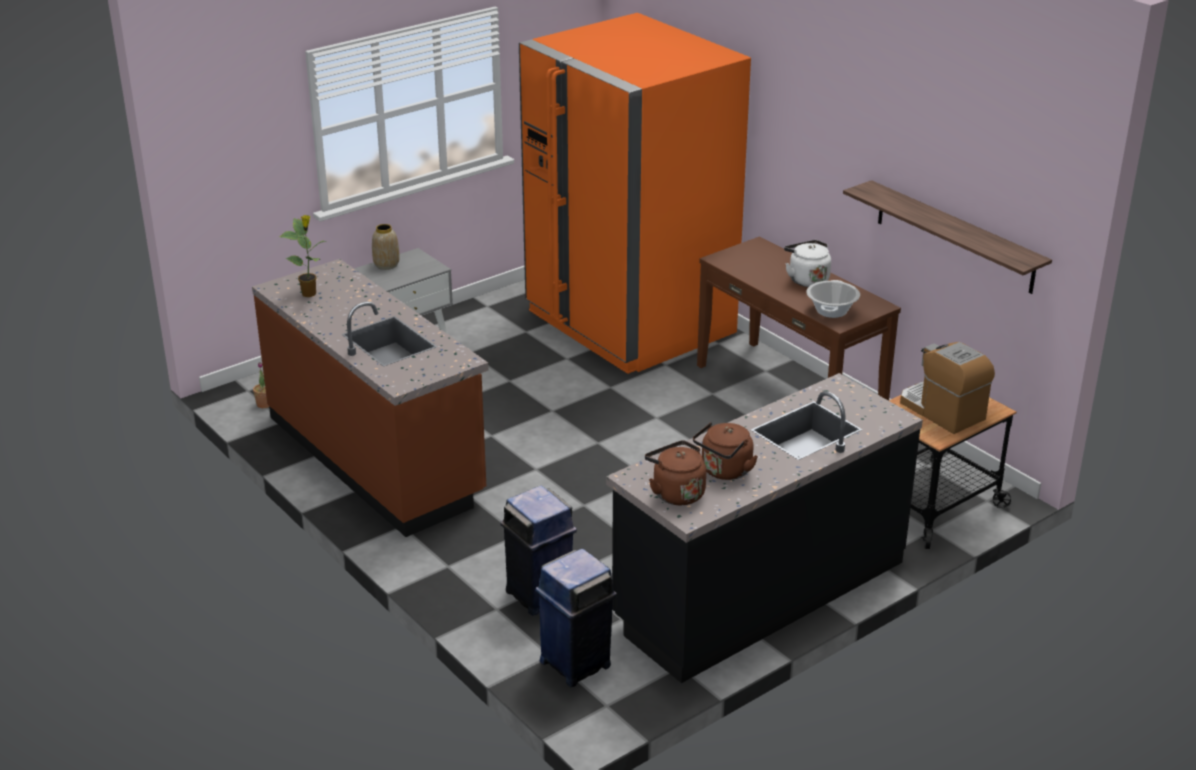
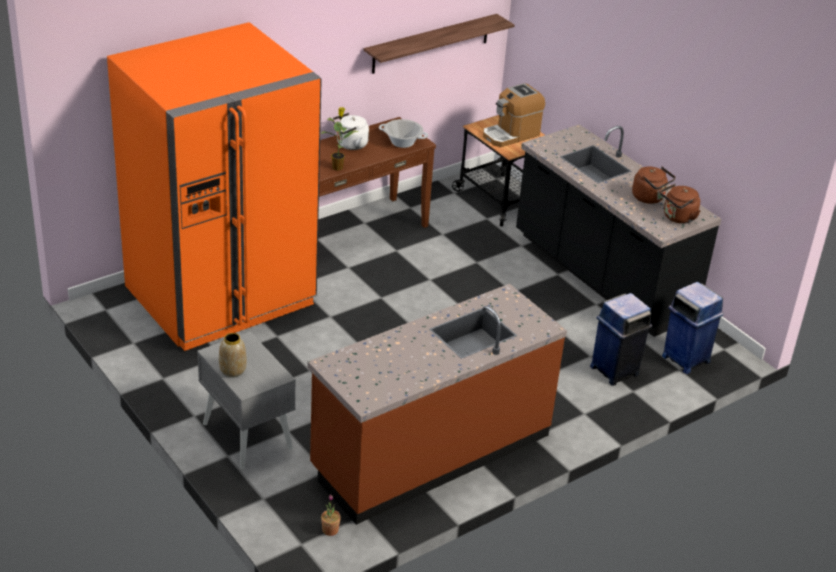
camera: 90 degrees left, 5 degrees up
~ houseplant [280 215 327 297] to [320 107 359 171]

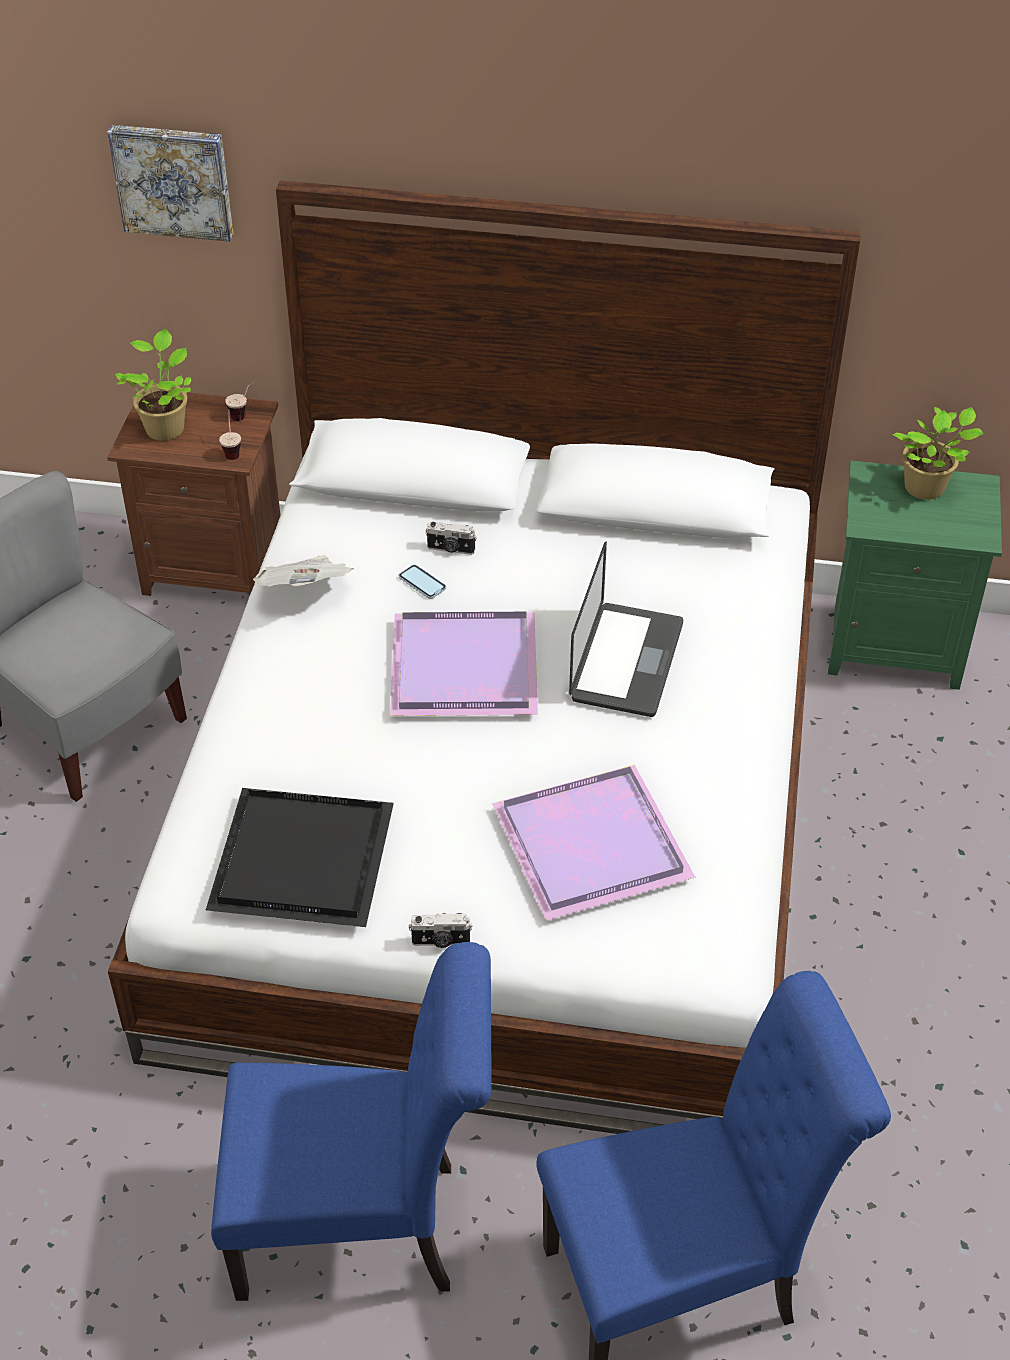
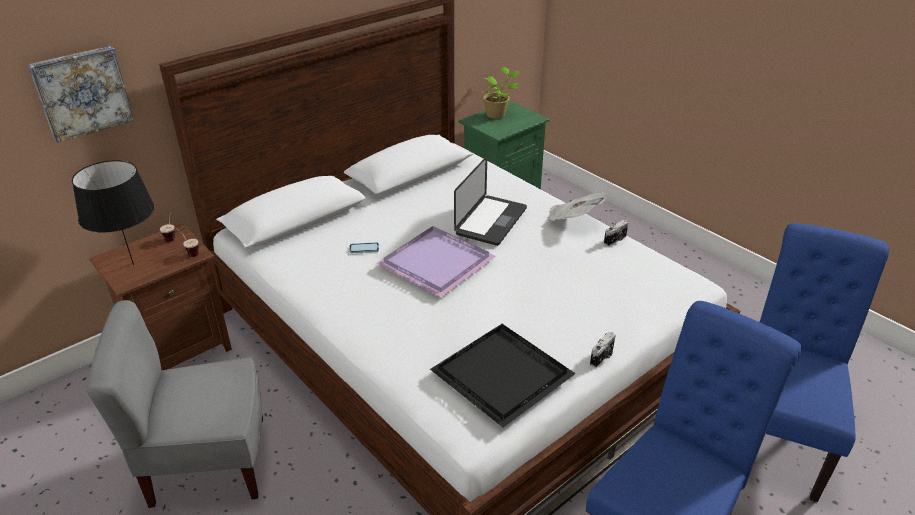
camera: 50 degrees left, 10 degrees down
~ houseplant [115 329 191 441] to blackish tabletop lamp [72 160 154 265]
~ photo camera [425 522 477 555] to [604 220 628 246]
~ portable computer [569 541 683 717] = [454 156 527 246] 60 degrees clockwise
~ printed paper [253 556 353 587] to [546 193 605 221]
- purplish tray [492 765 696 921]

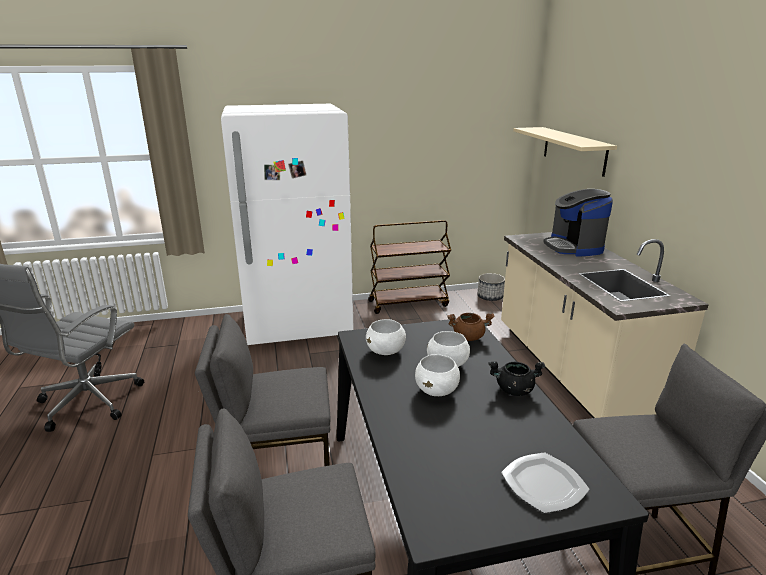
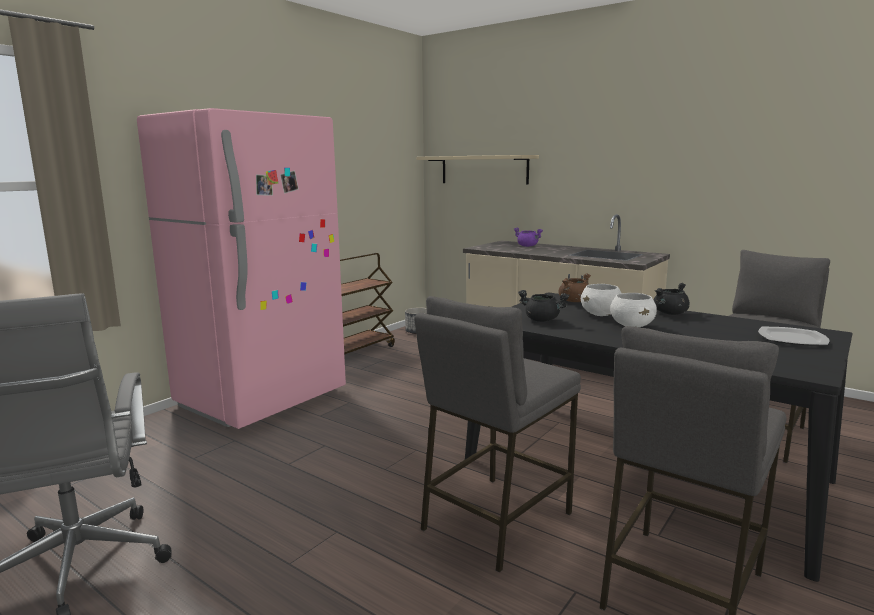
camera: 40 degrees left, 10 degrees down
~ white-coloured kitchen fridge [221 104 354 345] to pink kitchen fridge [137 108 346 429]
~ coffee machine [543 189 613 257] to purplish stockpot [514 228 543 247]
~ white-coloured deep dish [366 319 406 355] to blackish stockpot [518 290 569 322]

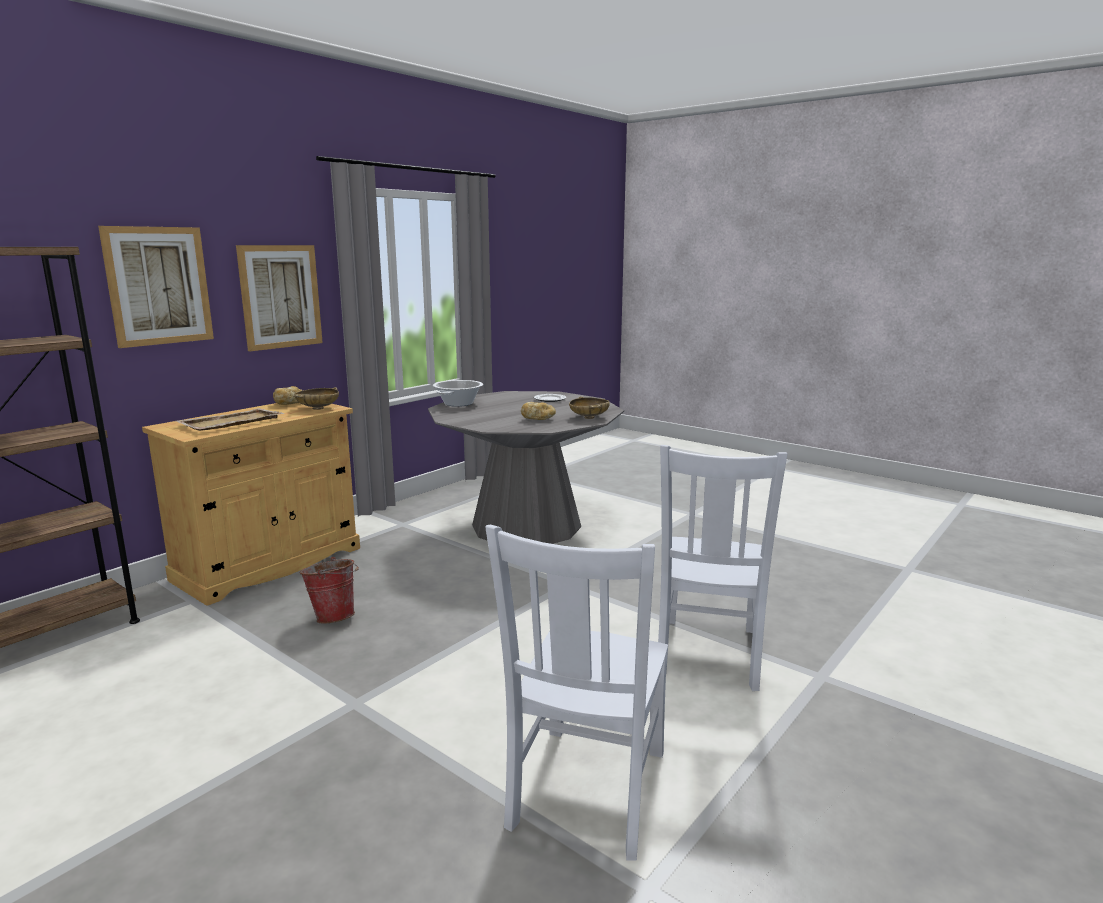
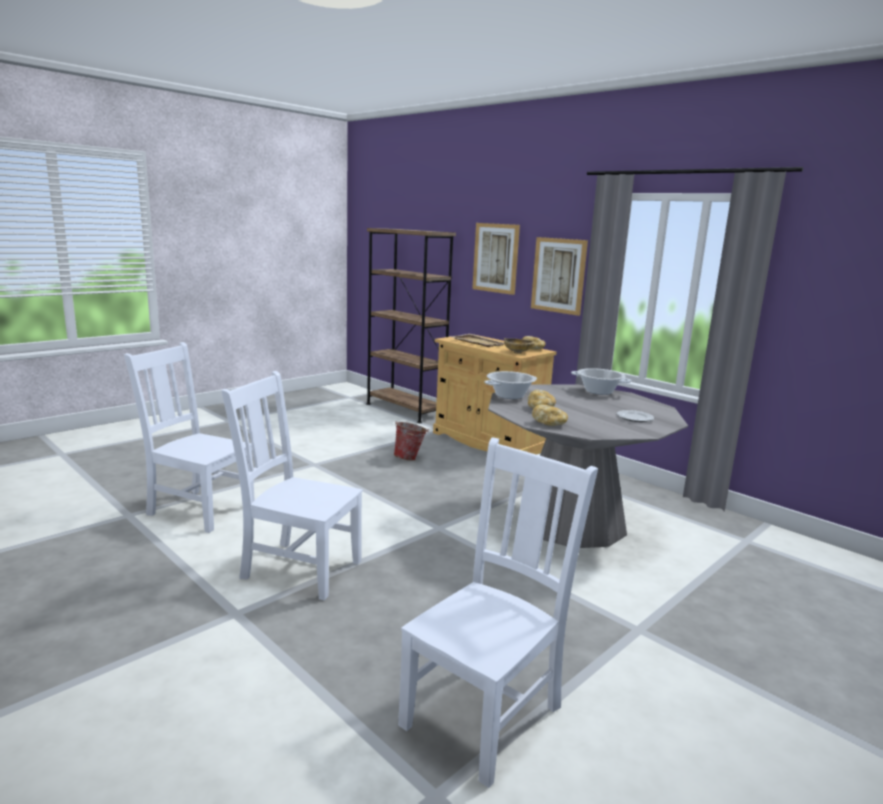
camera: 95 degrees right, 0 degrees up
~ sand-coloured deep dish [569 396 610 419] to bread [532 404 568 426]
+ stockpot [484 371 537 399]
+ white-coloured chair [398 437 598 788]

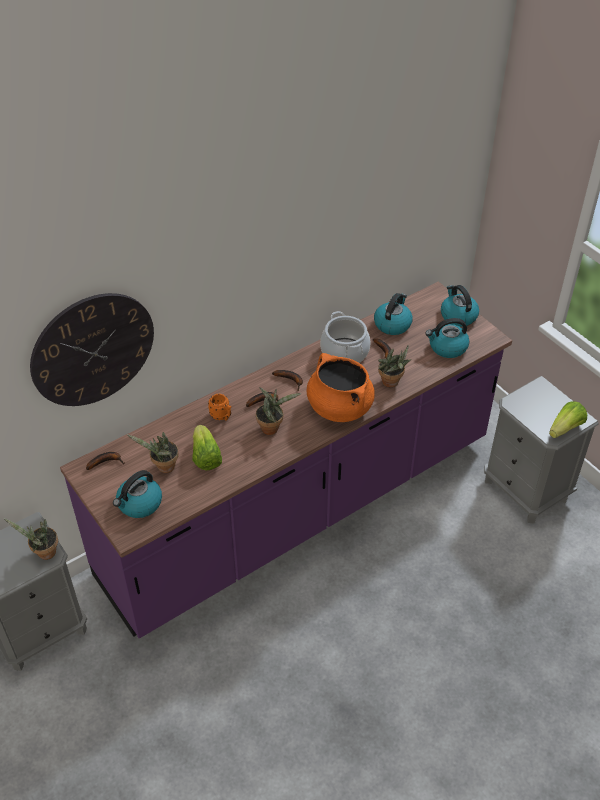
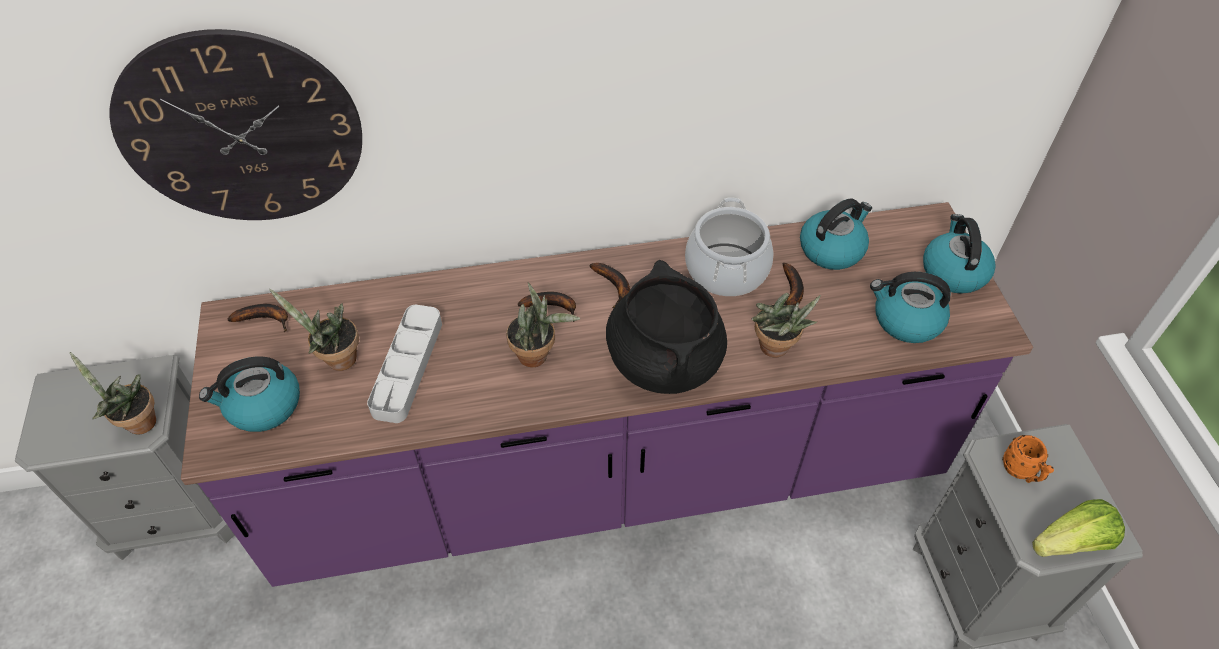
camera: 25 degrees right, 5 degrees up
~ orange-coloured stockpot [307 353 375 422] to blackish stockpot [606 260 727 394]
~ orange-coloured tea mug [208 394 231 421] to [1002 435 1054 483]
~ lettuce [192 425 222 470] to grey tray [367 304 442 423]

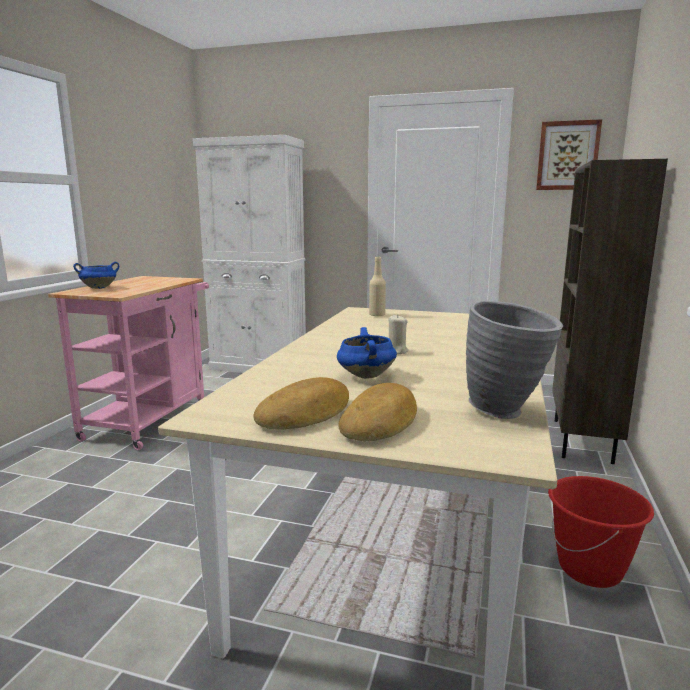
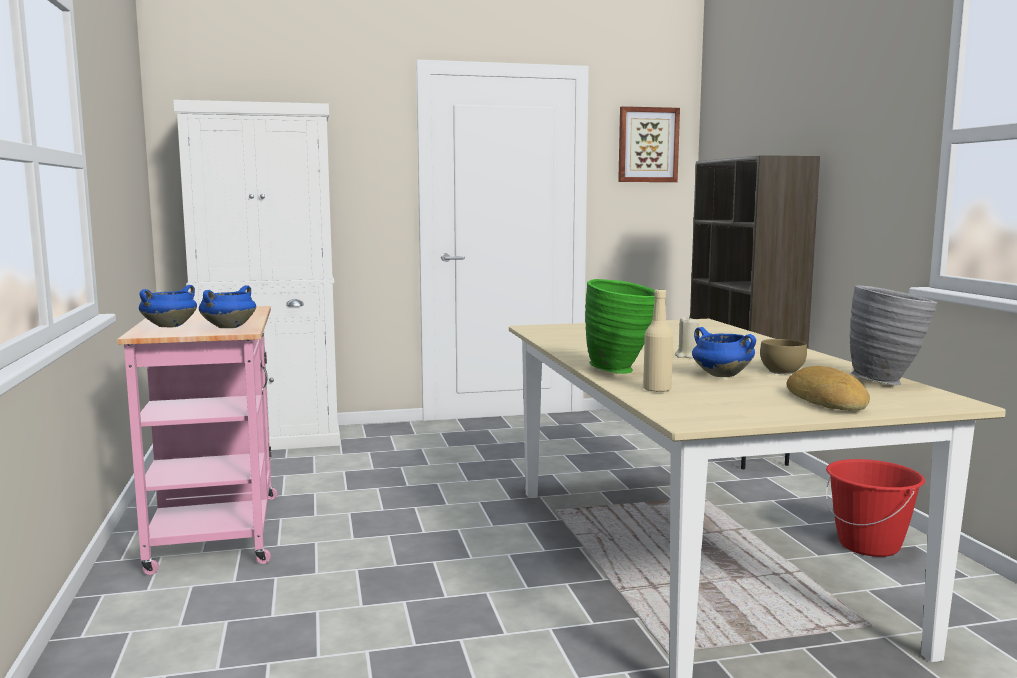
camera: 30 degrees left, 5 degrees down
~ sand-coloured beverage bottle [369 257 386 316] to [643 289 673 393]
- bread [253 377 349 430]
+ green flower vase [585 279 655 374]
+ bluish stockpot [199 285 256 328]
+ brown-coloured deep dish [760 339 807 374]

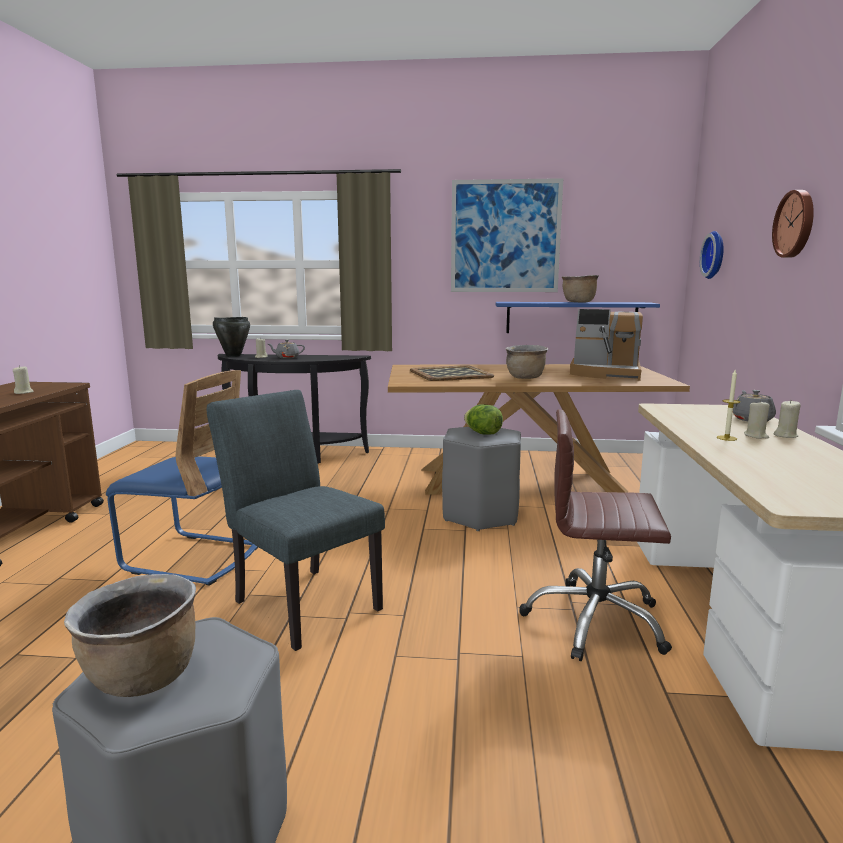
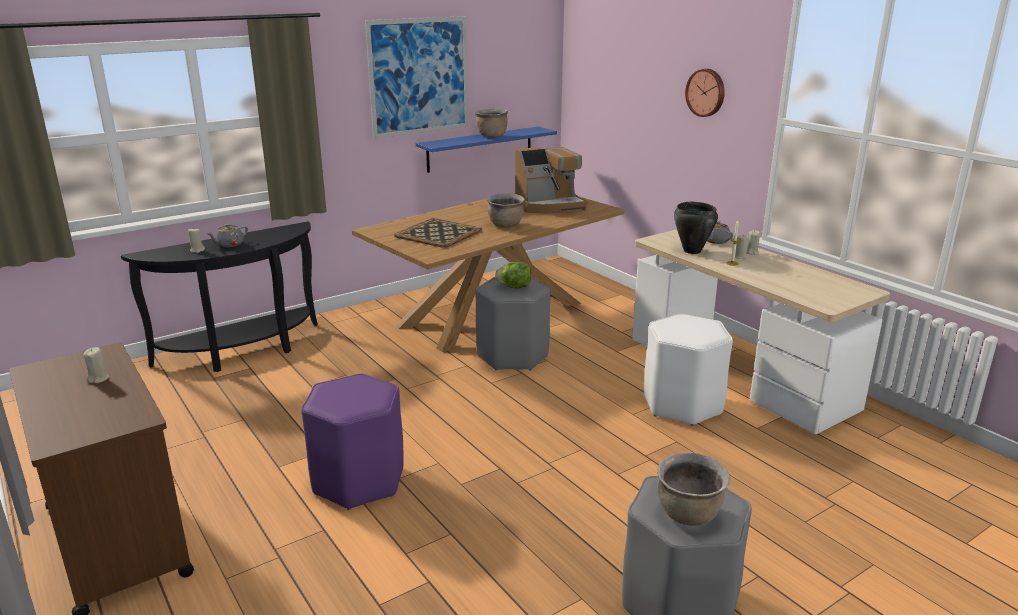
camera: 40 degrees left, 10 degrees up
- wall clock [700 231 724 279]
~ blackish stockpot [213 317 250 357] to [674 201 718 254]
~ bluish chair [106 370 258 586] to purplish sitting stool [301 374 404 510]
- grey chair [207 390 385 651]
~ brown-coloured desk chair [519 409 672 661] to white-coloured sitting stool [644 314 733 426]

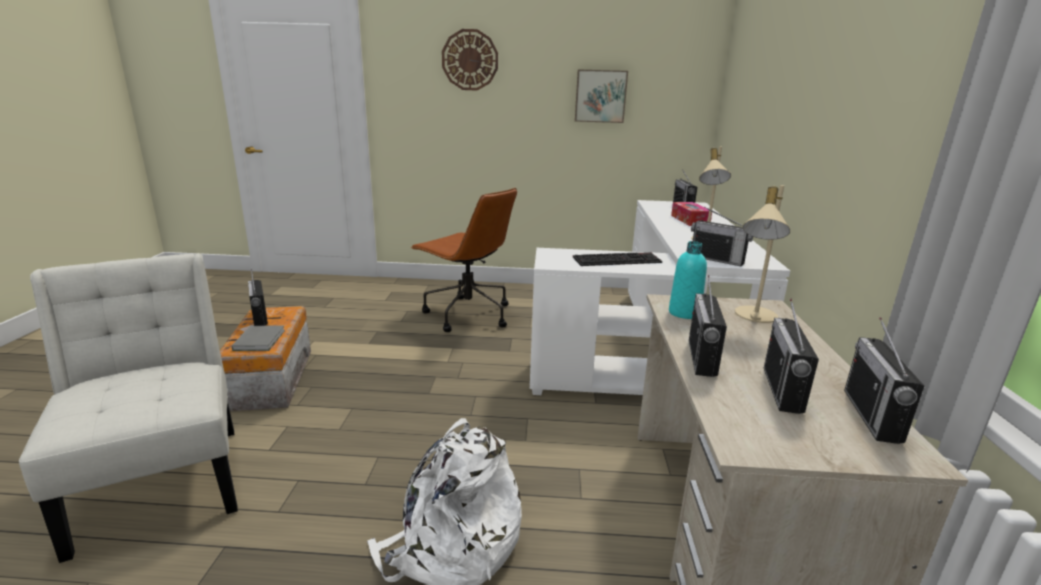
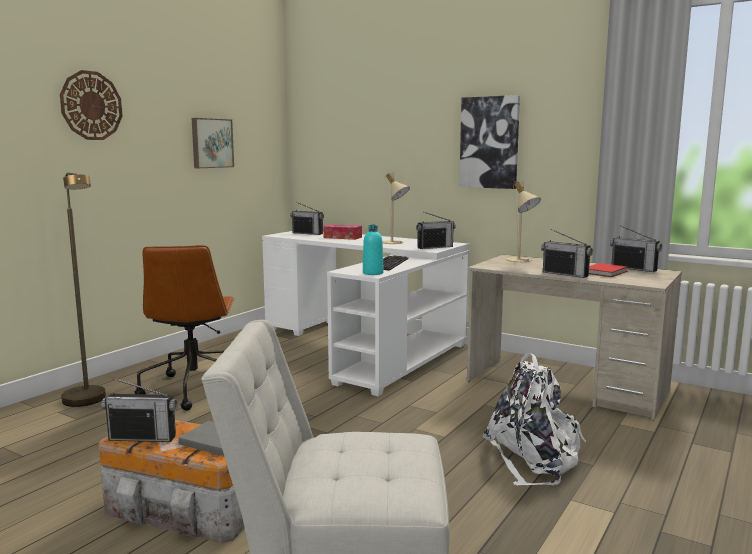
camera: 60 degrees left, 10 degrees down
~ brown-coloured desk chair [410 188 517 332] = [135 245 235 411] 105 degrees clockwise
~ blue-green beverage bottle [669 241 707 319] to [363 225 384 275]
~ radio receiver [764 299 819 414] to reddish volume [589 263 628 277]
+ wall picture [459 95 520 189]
+ brown-coloured standing lamp [61 173 106 407]

